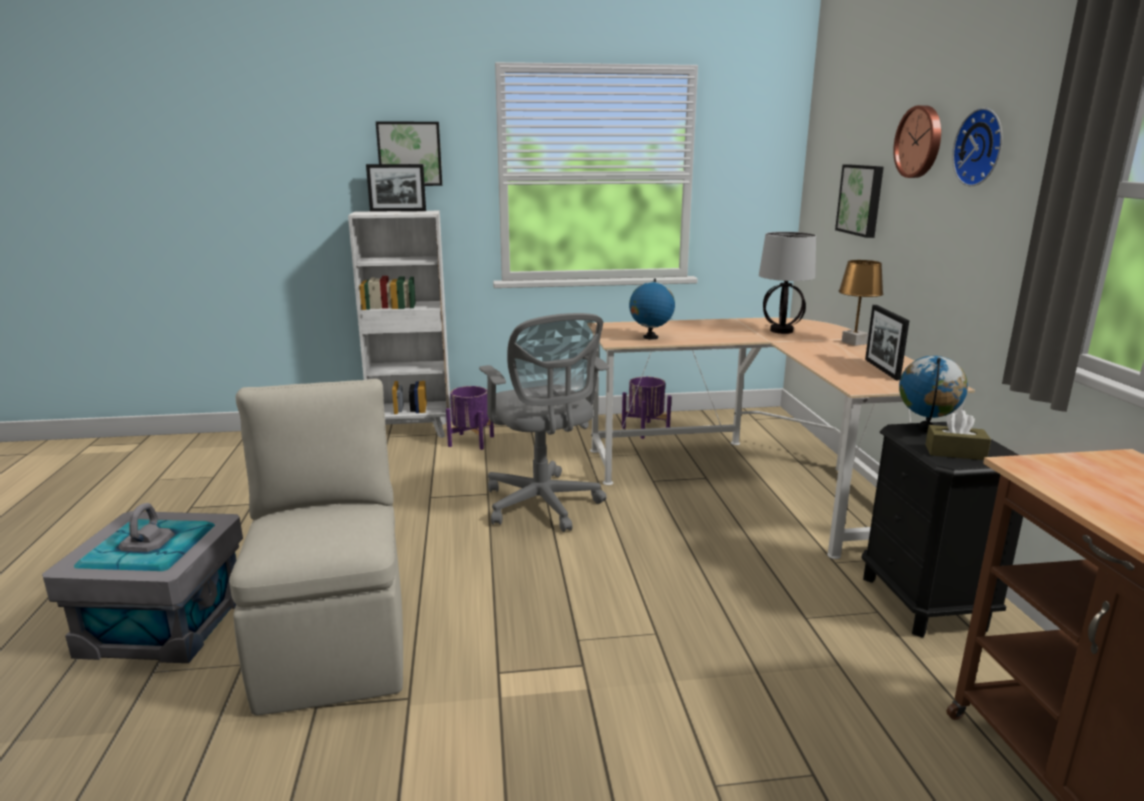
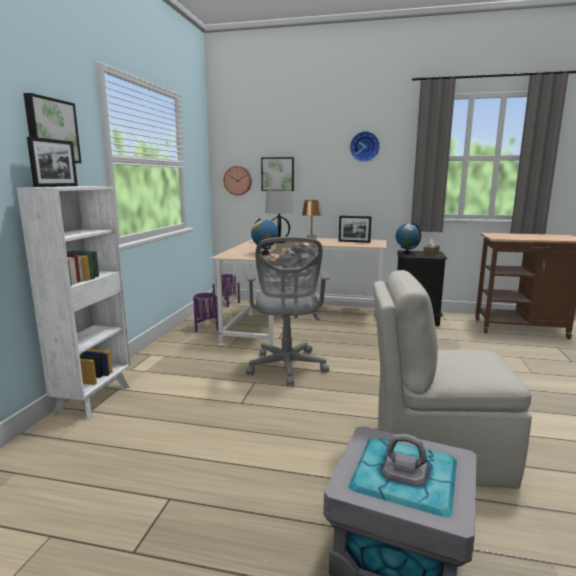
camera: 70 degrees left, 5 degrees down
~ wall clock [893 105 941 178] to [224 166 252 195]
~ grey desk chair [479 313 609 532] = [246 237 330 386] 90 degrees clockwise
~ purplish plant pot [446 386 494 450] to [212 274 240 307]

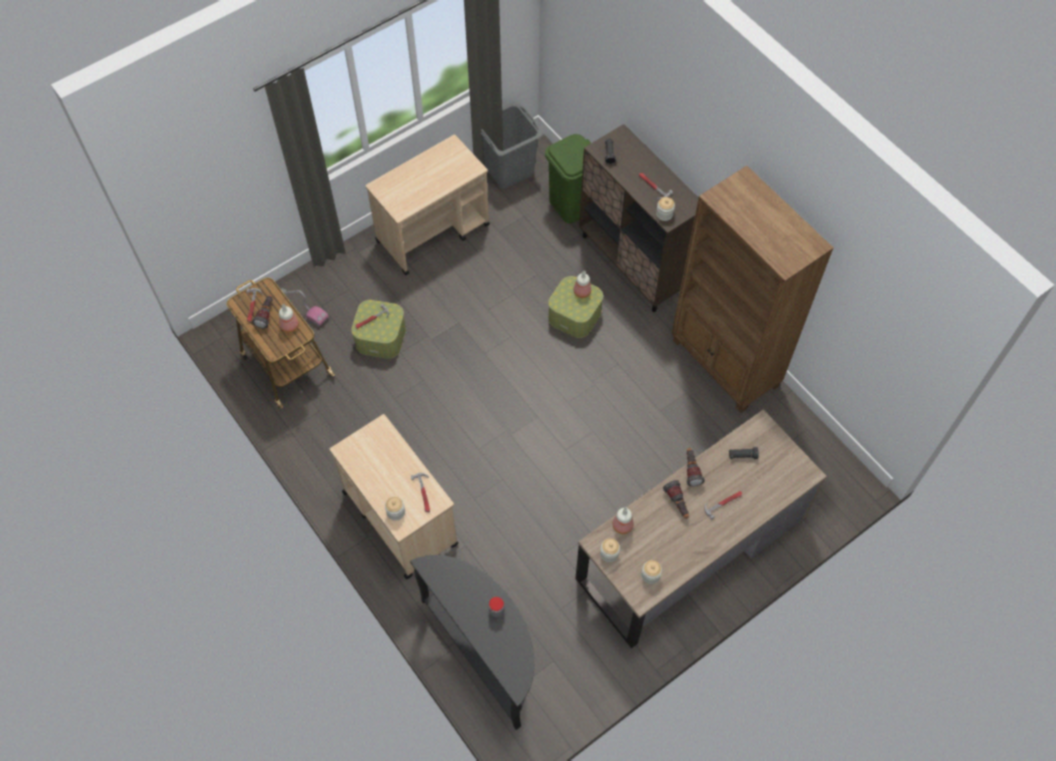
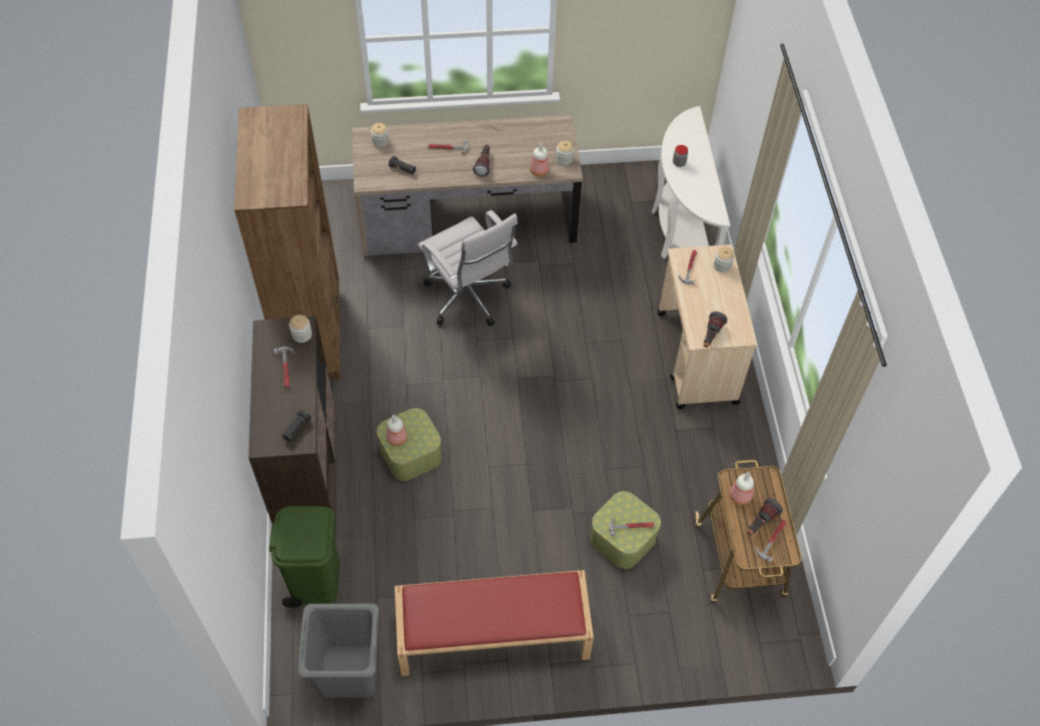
camera: 150 degrees left, 5 degrees down
~ sand-coloured trolley [366 134 490 275] to reddish indoor bench [395 570 594 676]
- vacuum cleaner [281 288 329 327]
~ hand torch [686 448 705 486] to [704 311 727 348]
~ blackish console table [410 555 534 730] to white-coloured console table [652 106 730 259]
~ preserve jar [641 560 662 584] to [371 123 389 147]
+ white-coloured desk chair [418 210 518 326]

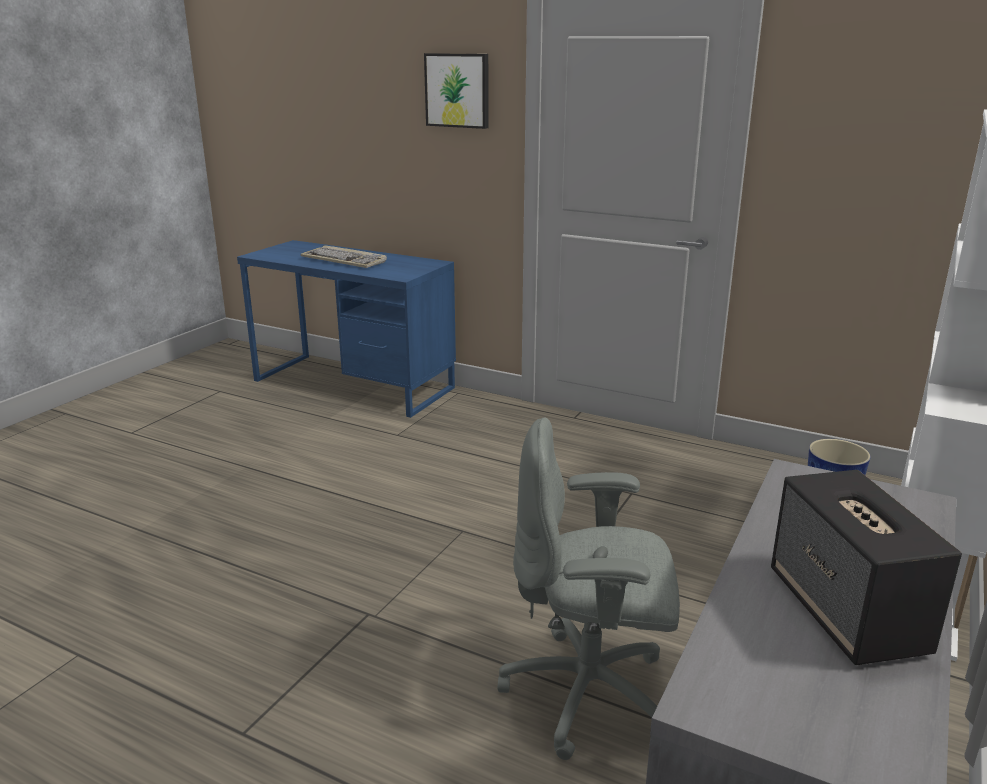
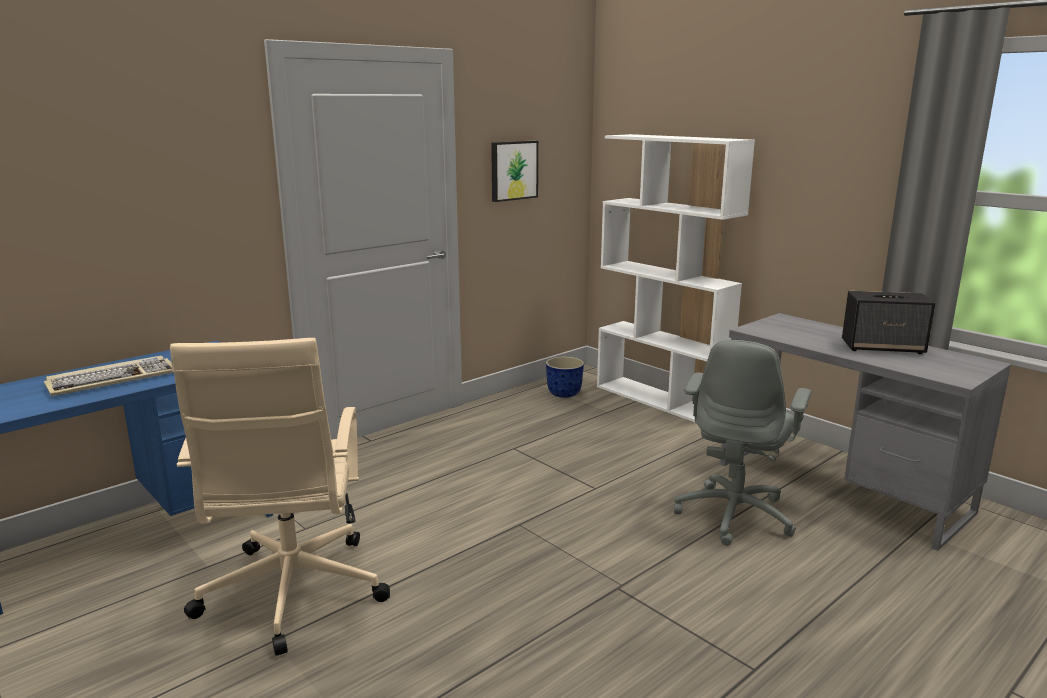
camera: 70 degrees left, 5 degrees down
~ wall picture [424 53 489 129] to [491 141 538 202]
+ sand-coloured desk chair [170 338 390 656]

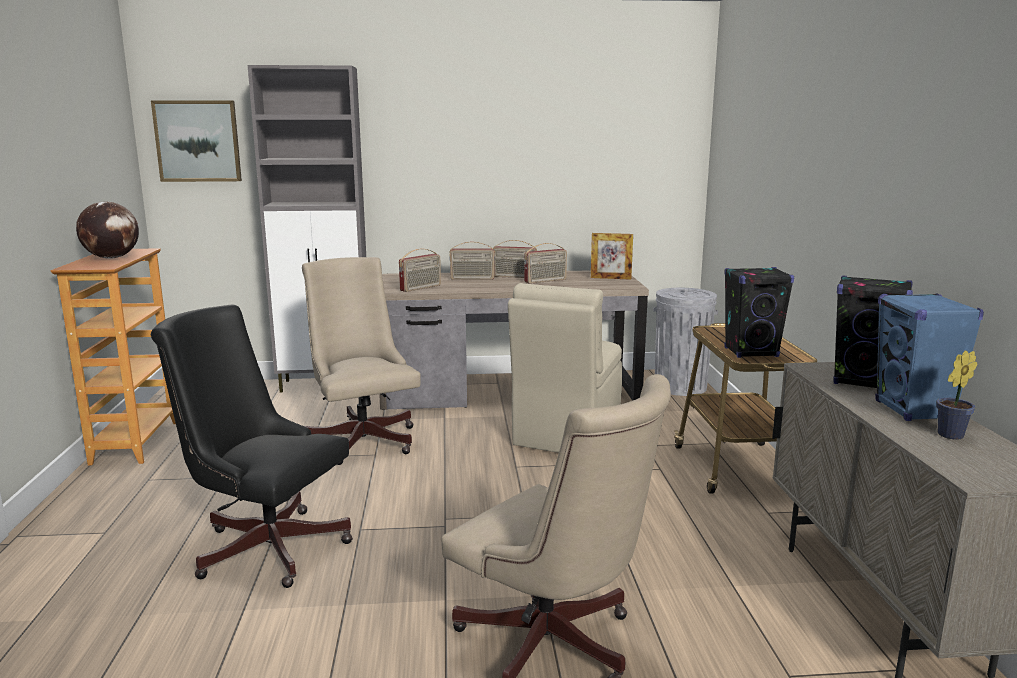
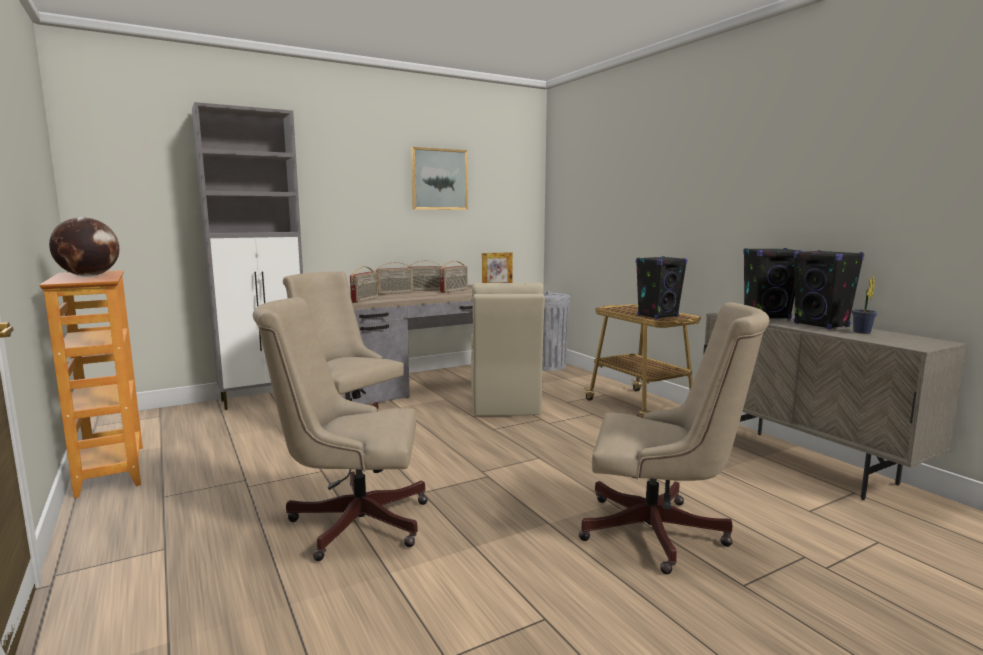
camera: 25 degrees left, 5 degrees down
~ wall picture [151 100 242 182] to [411 147 468 210]
~ bluish speaker [875 293 984 421] to blackish speaker [794 250 864 329]
~ blackish desk chair [151 304 353 588] to sand-coloured desk chair [253 297 428 561]

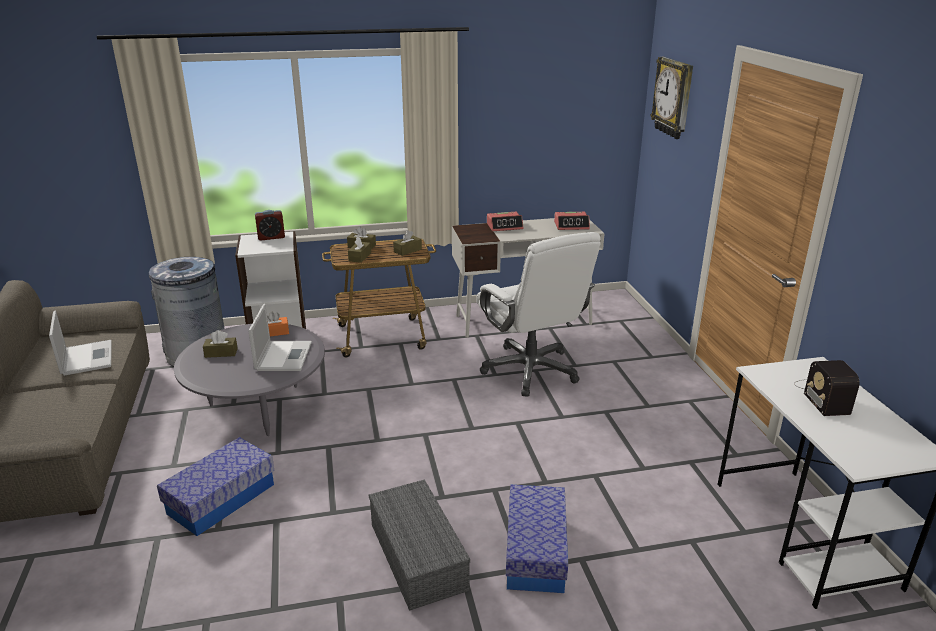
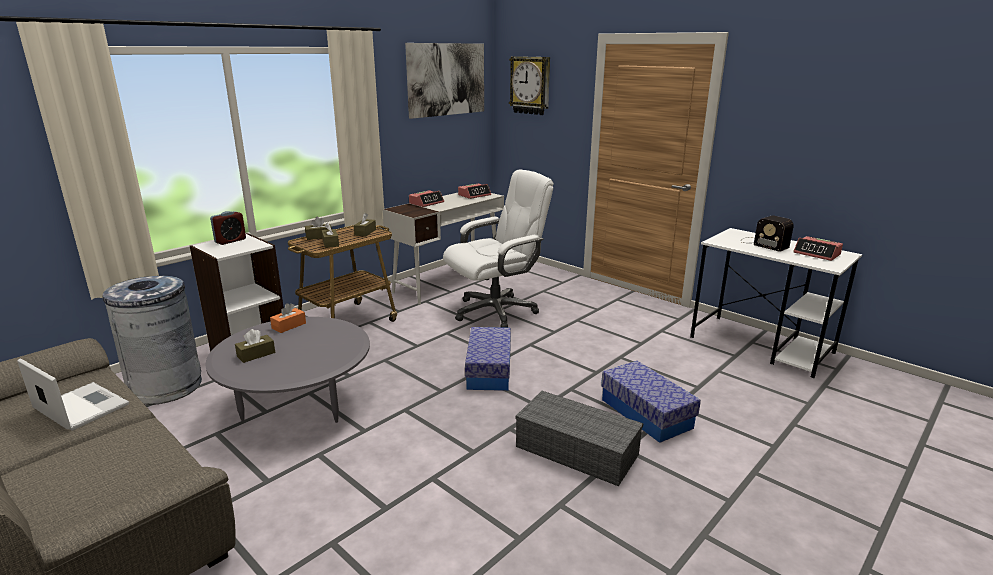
camera: 35 degrees left, 5 degrees down
~ white-coloured desk chair [476 232 601 397] = [443 169 554 328] 60 degrees counterclockwise
- portable computer [248 304 312 371]
~ storage container [157 437 274 536] to [465 327 511 391]
+ wall picture [405 43 484 119]
+ alarm clock [793 236 843 261]

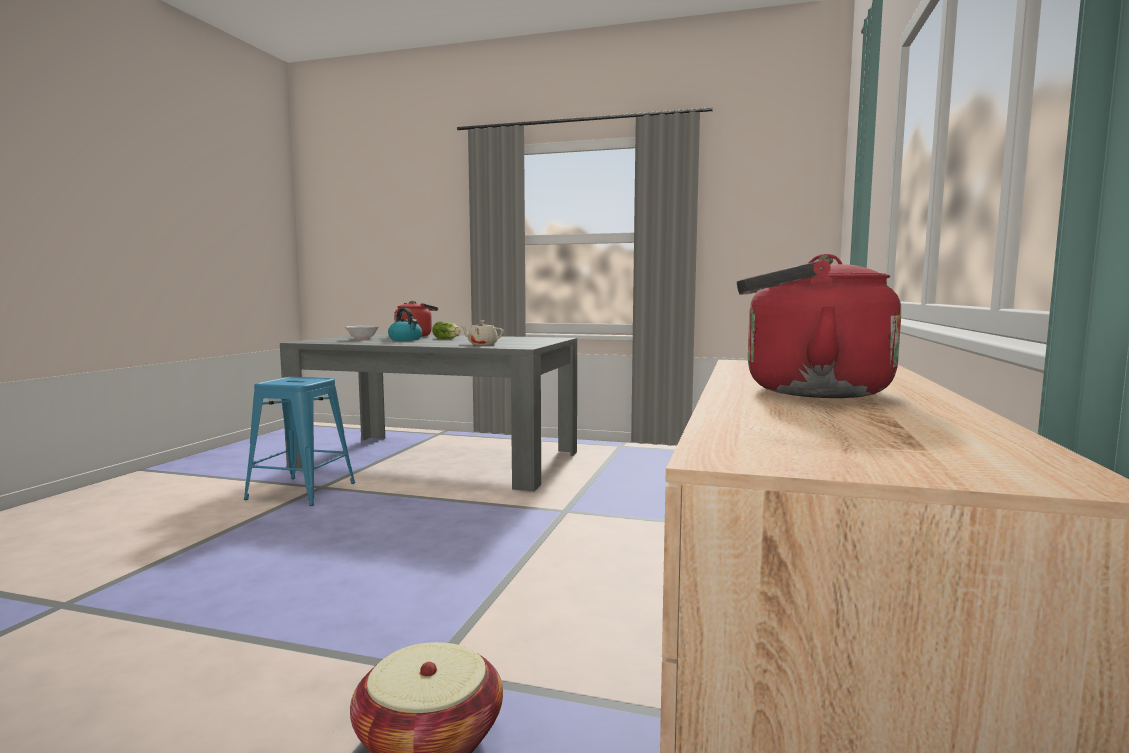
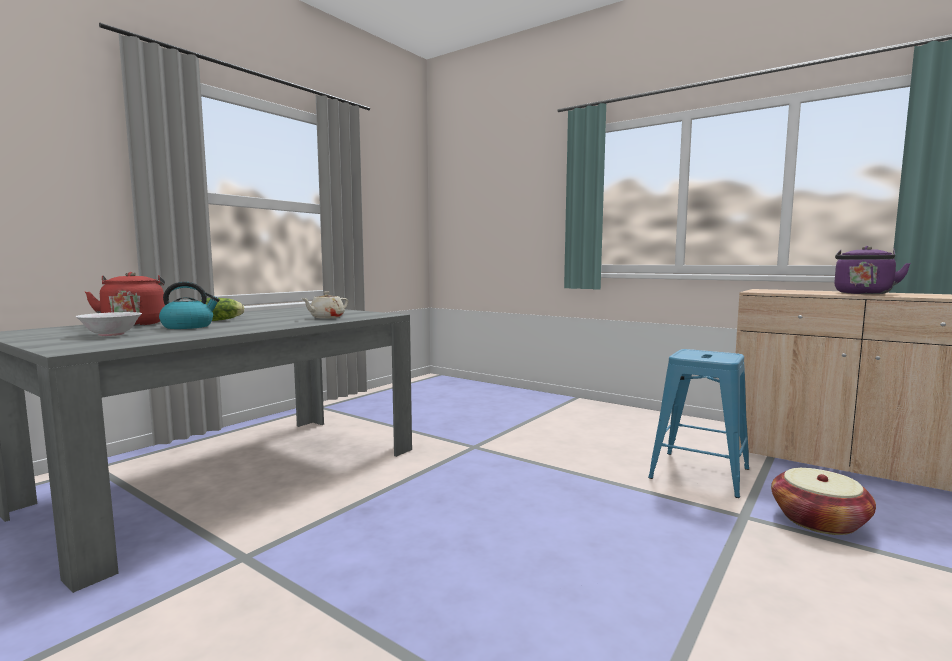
camera: 70 degrees left, 0 degrees up
~ reddish tea kettle [737 254 901 398] to purplish tea kettle [834 246 911 294]
~ bluish sitting stool [244 377 355 506] to [648 349 750 498]

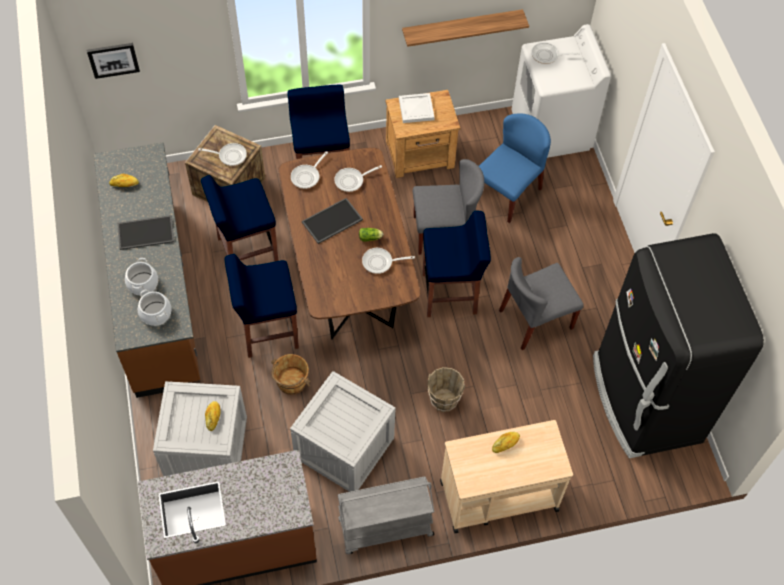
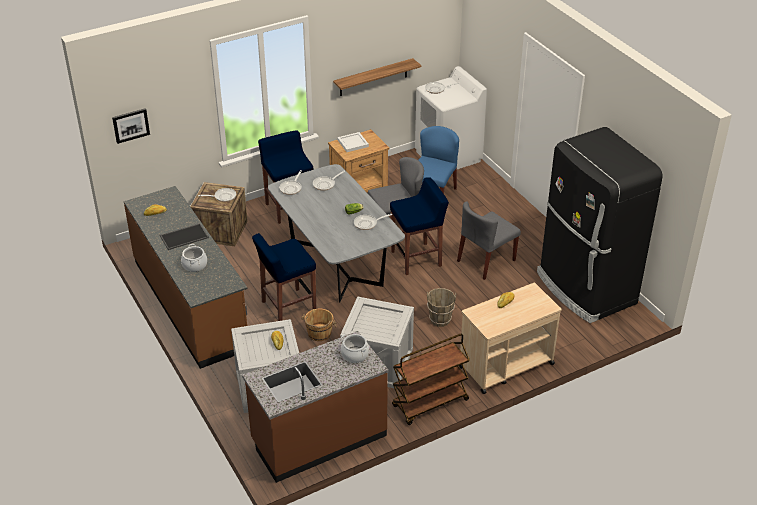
camera: 15 degrees left, 20 degrees down
~ brown-coloured dinner table [279 148 420 340] to grey dinner table [268 164 405 303]
- bluish sitting stool [201 175 278 262]
- tray [302 198 363 244]
~ stockpot [138 289 172 326] to [341 334 369 363]
~ grey trolley [338 476 434 554] to brown-coloured trolley [392 334 470 425]

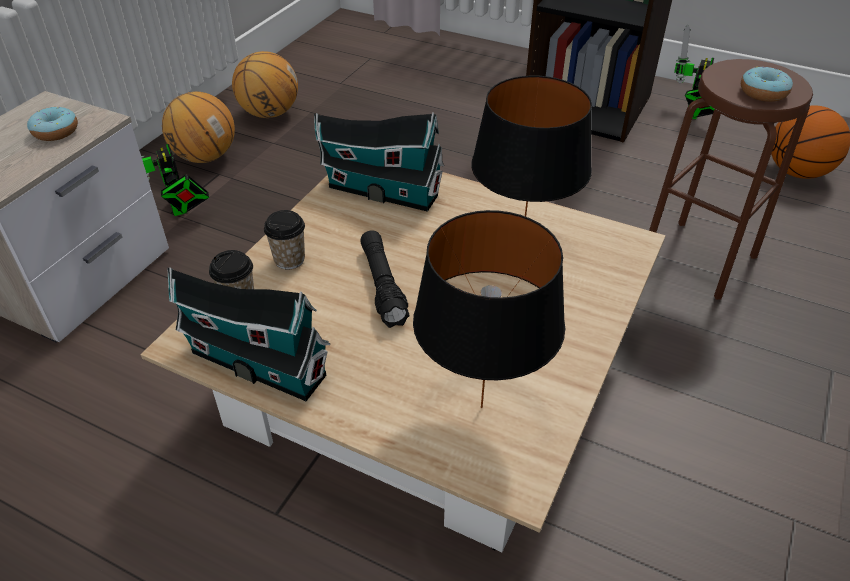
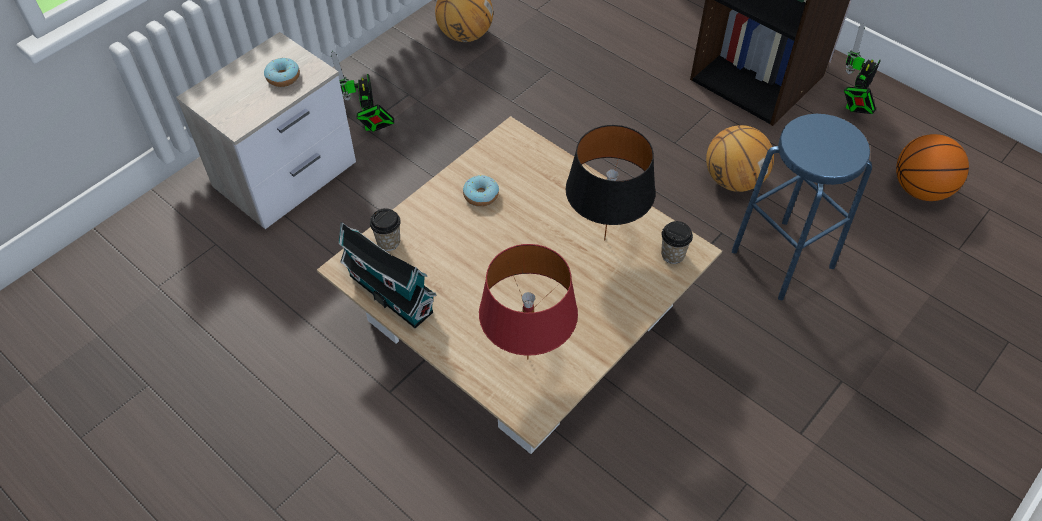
camera: 15 degrees right, 10 degrees up
~ brown-coloured sitting stool [649 59 813 300] to bluish sitting stool [732 114 872 300]
~ ring doughnut [741 67 793 102] to [463 175 499 207]
~ ball for basketball [162 92 235 163] to [706 125 774 192]
- model house [314 112 444 212]
~ drinking cup [264 210 305 269] to [661 221 693 264]
~ blackish tabletop lamp [413 210 565 408] to reddish tabletop lamp [479 244 578 360]
- blackish hand torch [361 230 410 328]

